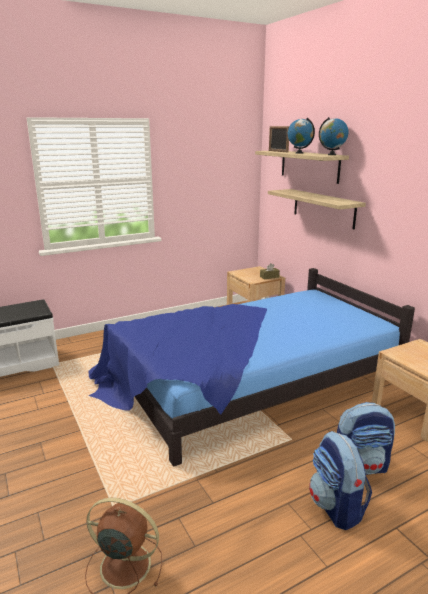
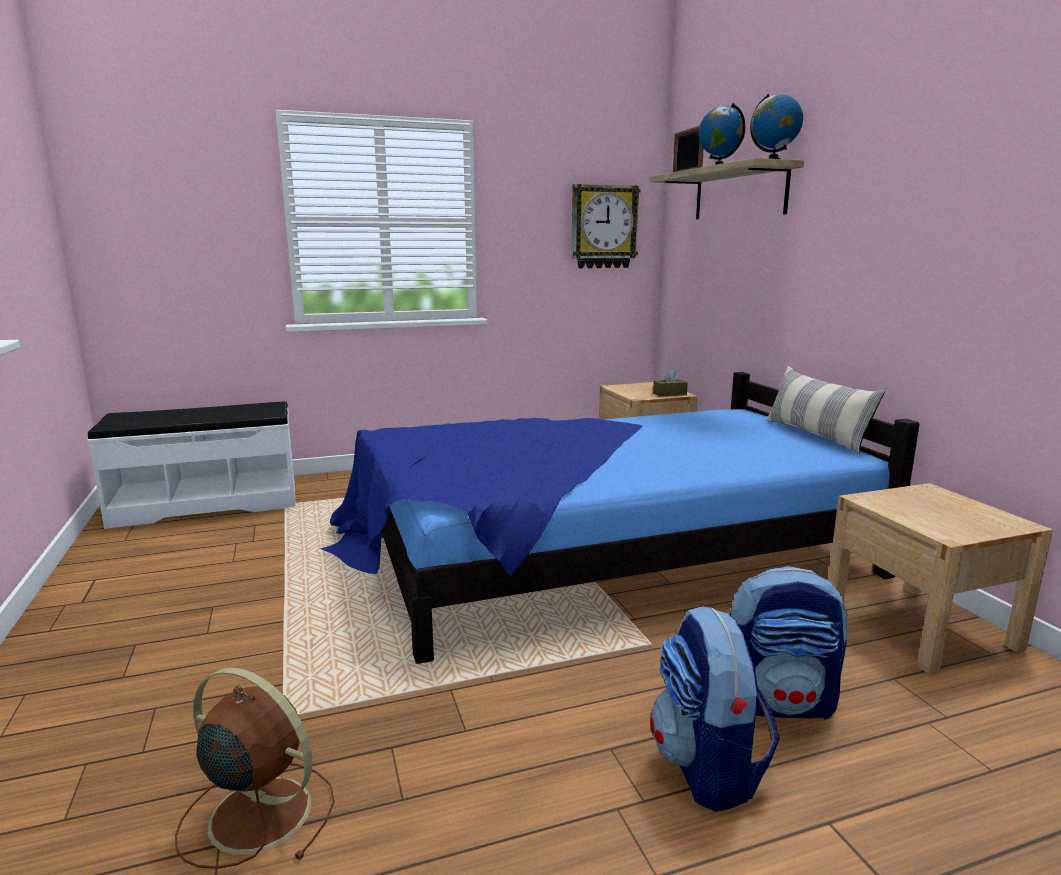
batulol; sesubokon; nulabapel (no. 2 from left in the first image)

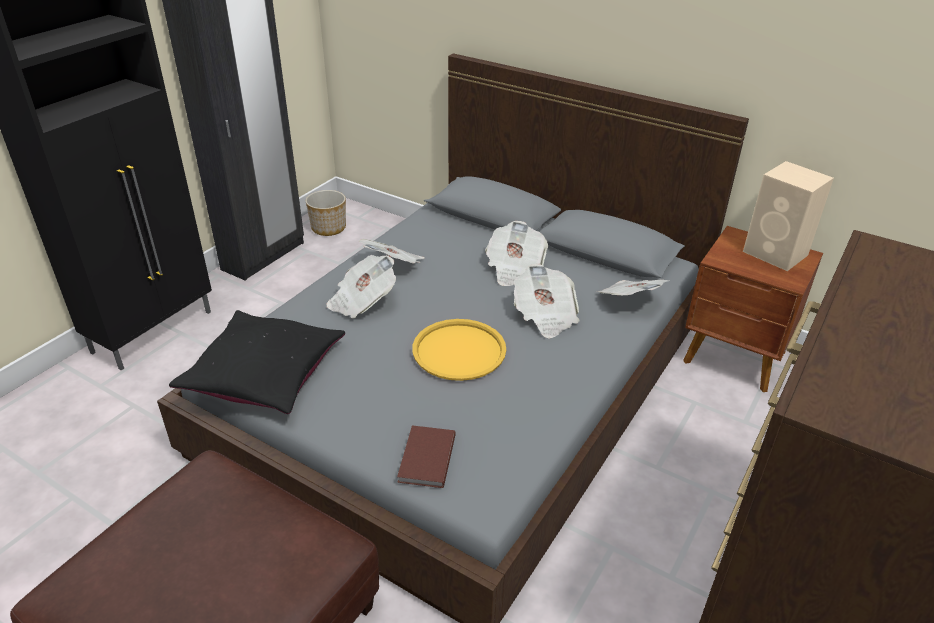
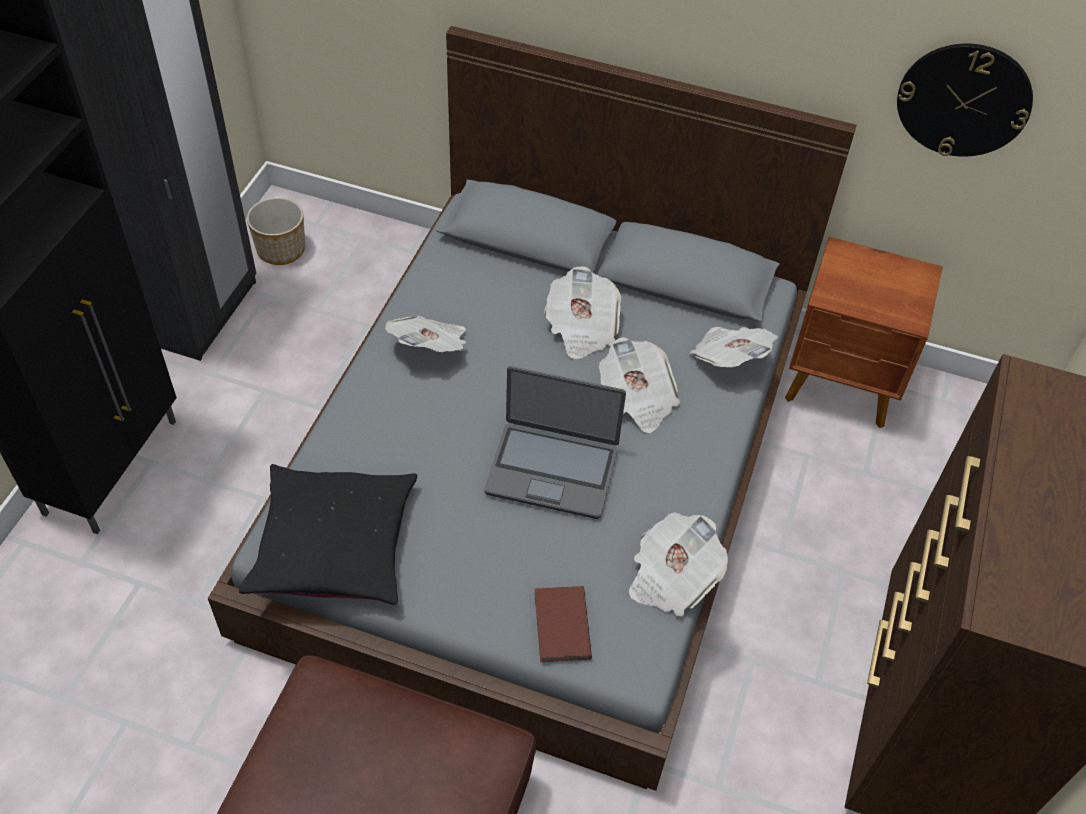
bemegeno; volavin (no. 4 from left); batulol; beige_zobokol

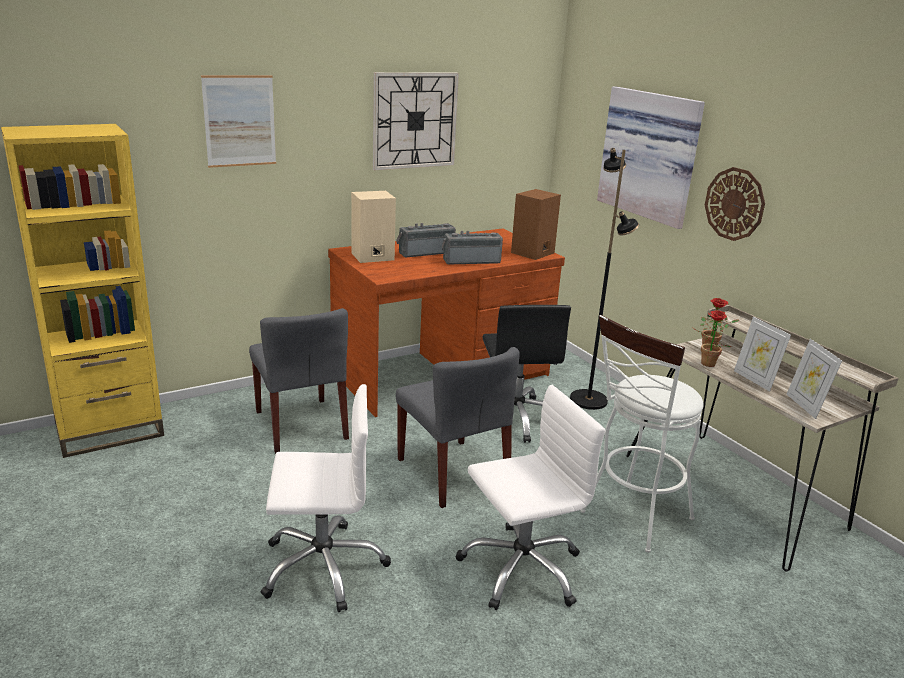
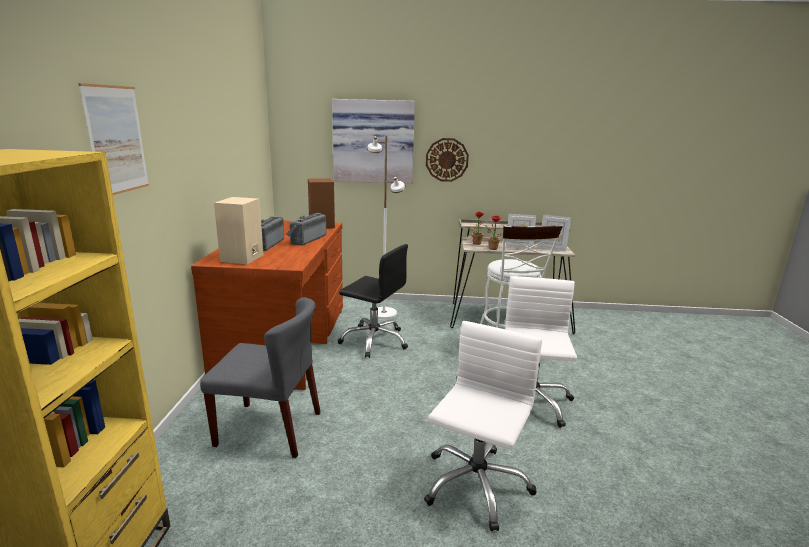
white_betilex; batulol (no. 1 from left in the first image); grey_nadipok (no. 2 from left in the first image)

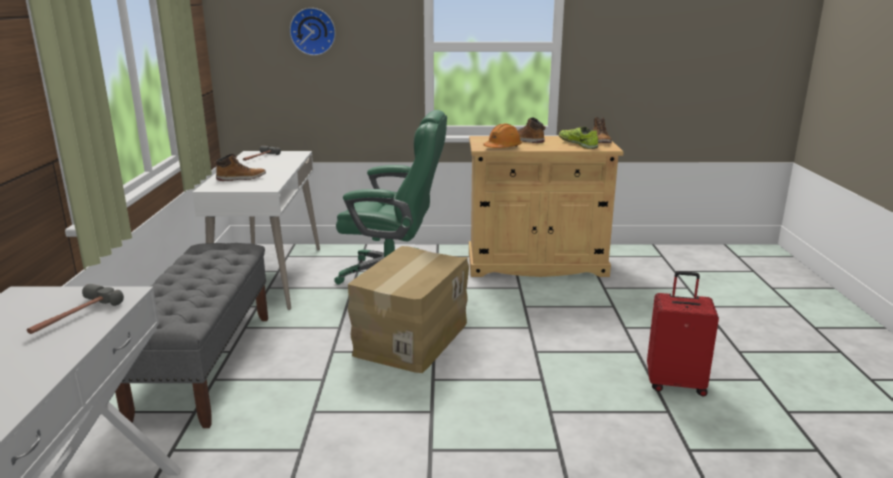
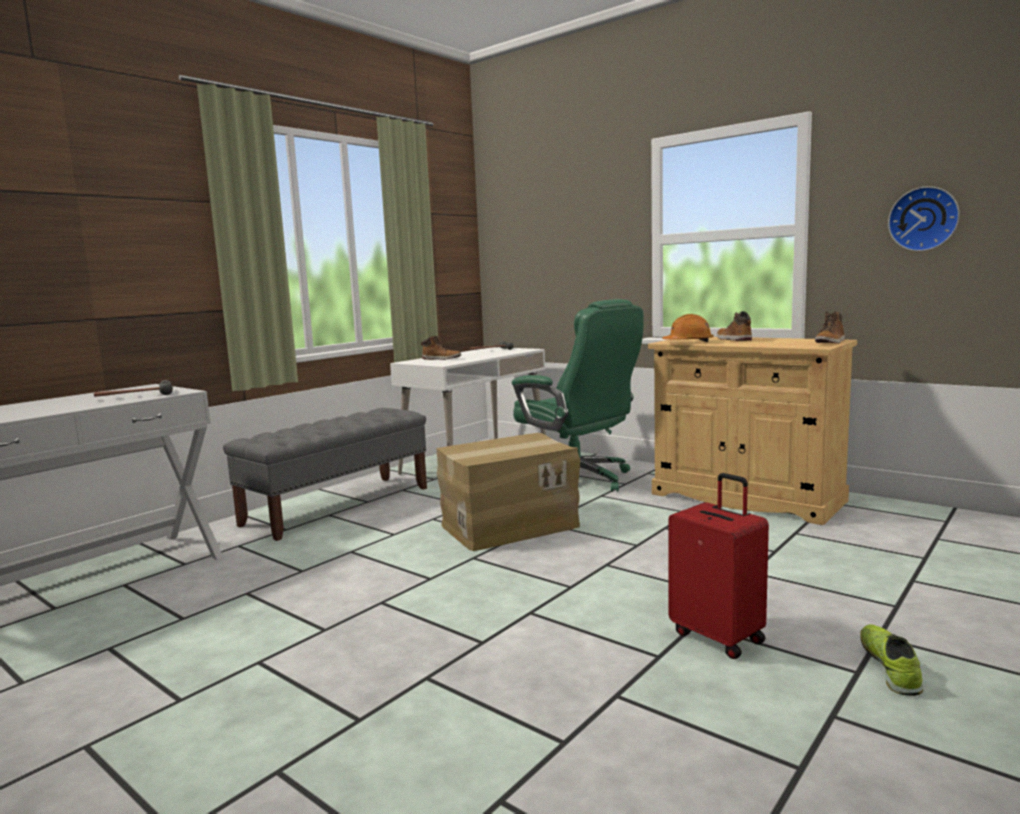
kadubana; batulol

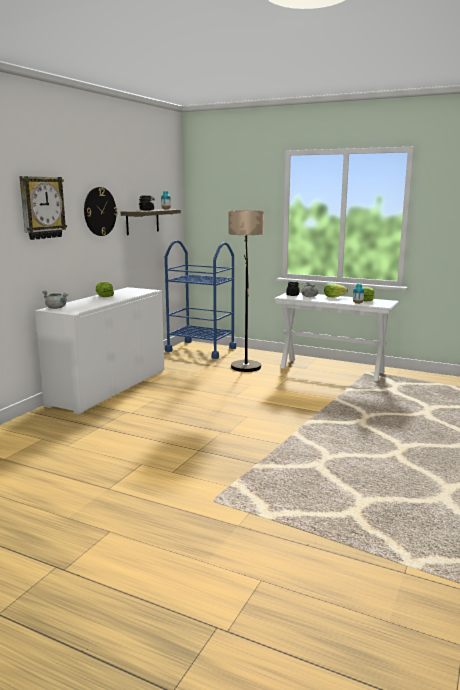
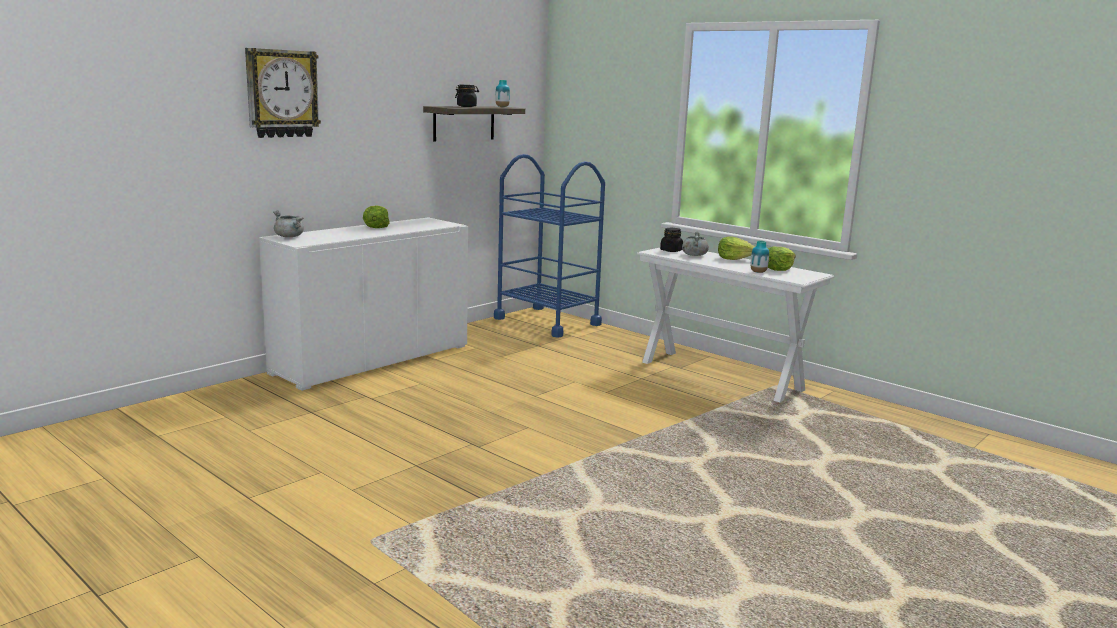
batulol (no. 2 from left in the first image); betilex

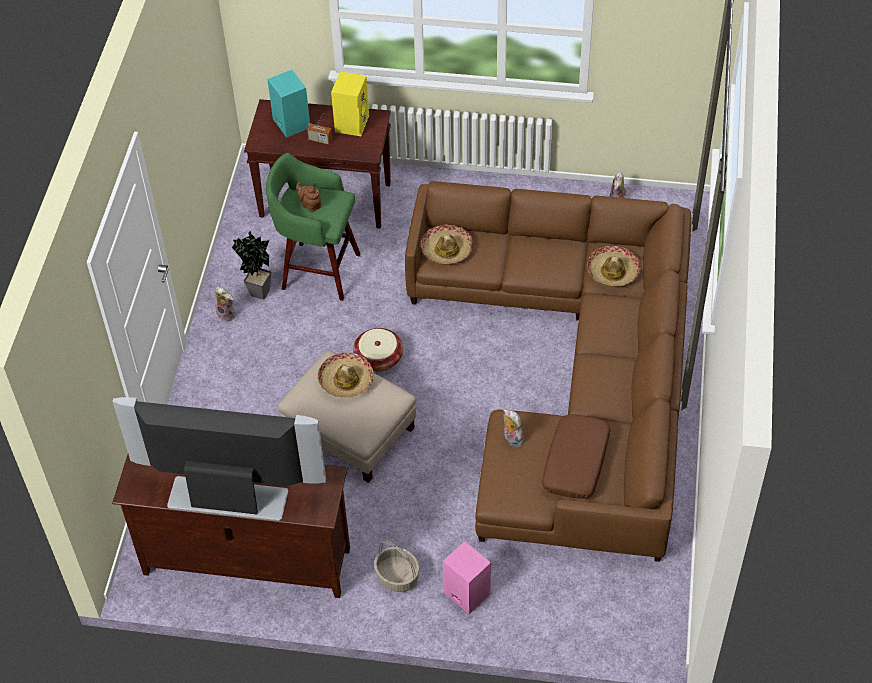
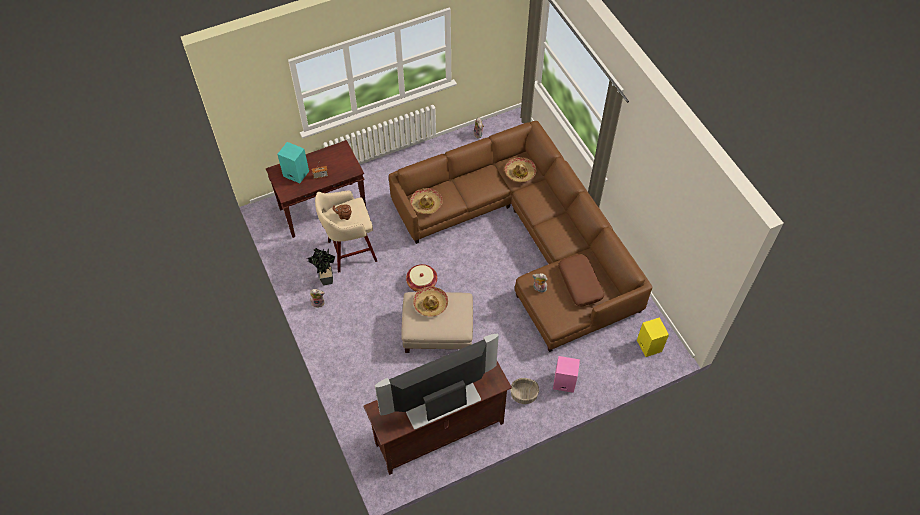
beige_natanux; yellow_zobokol

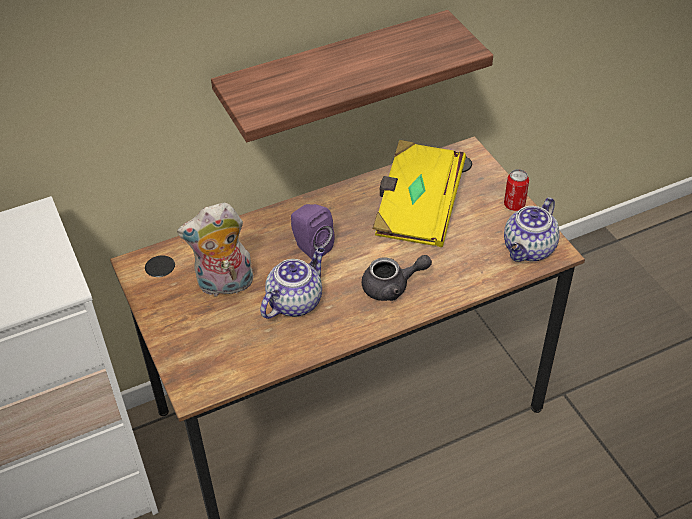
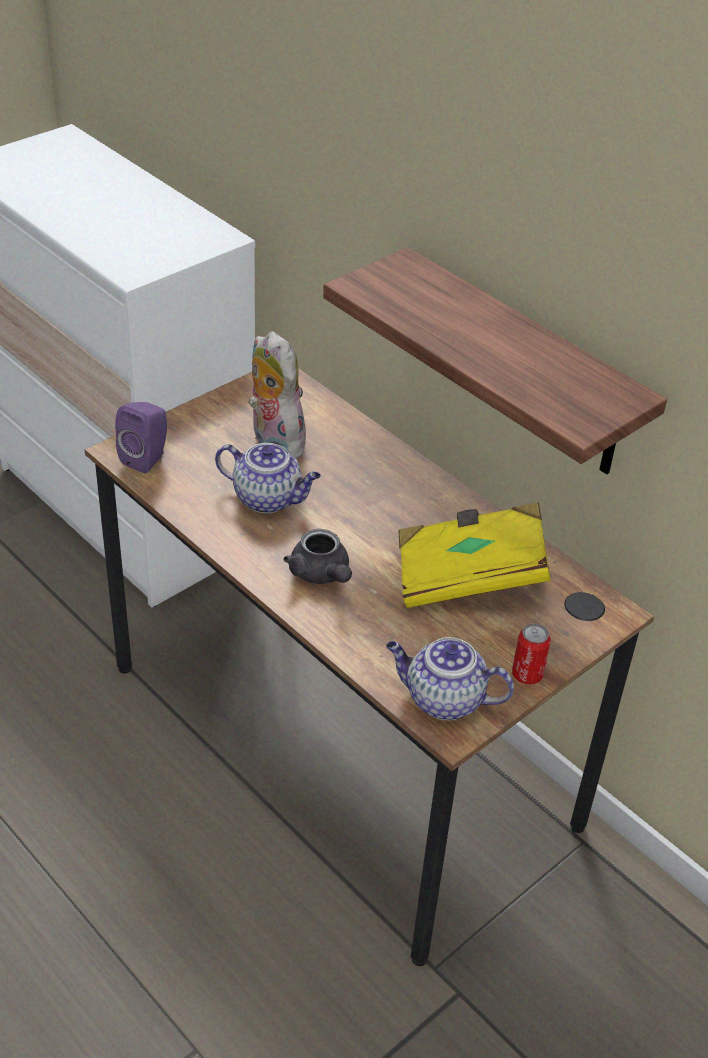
purple_zobokol

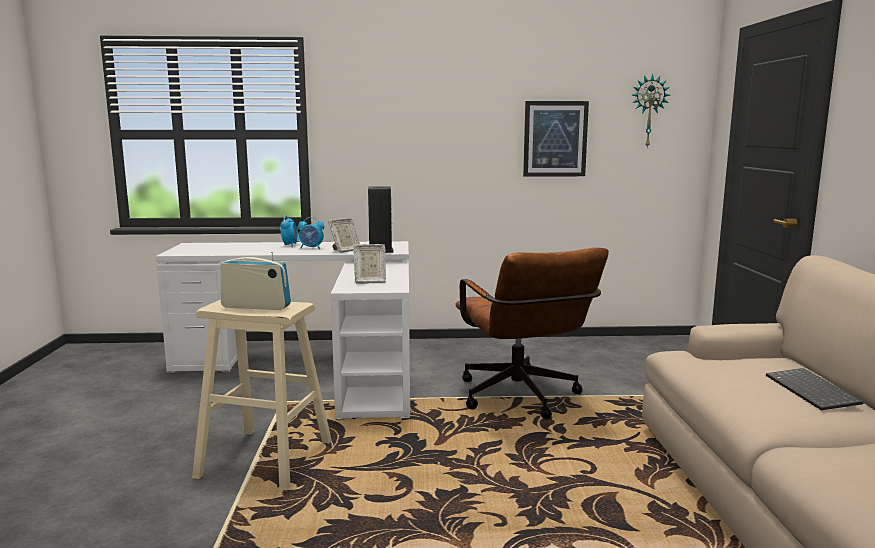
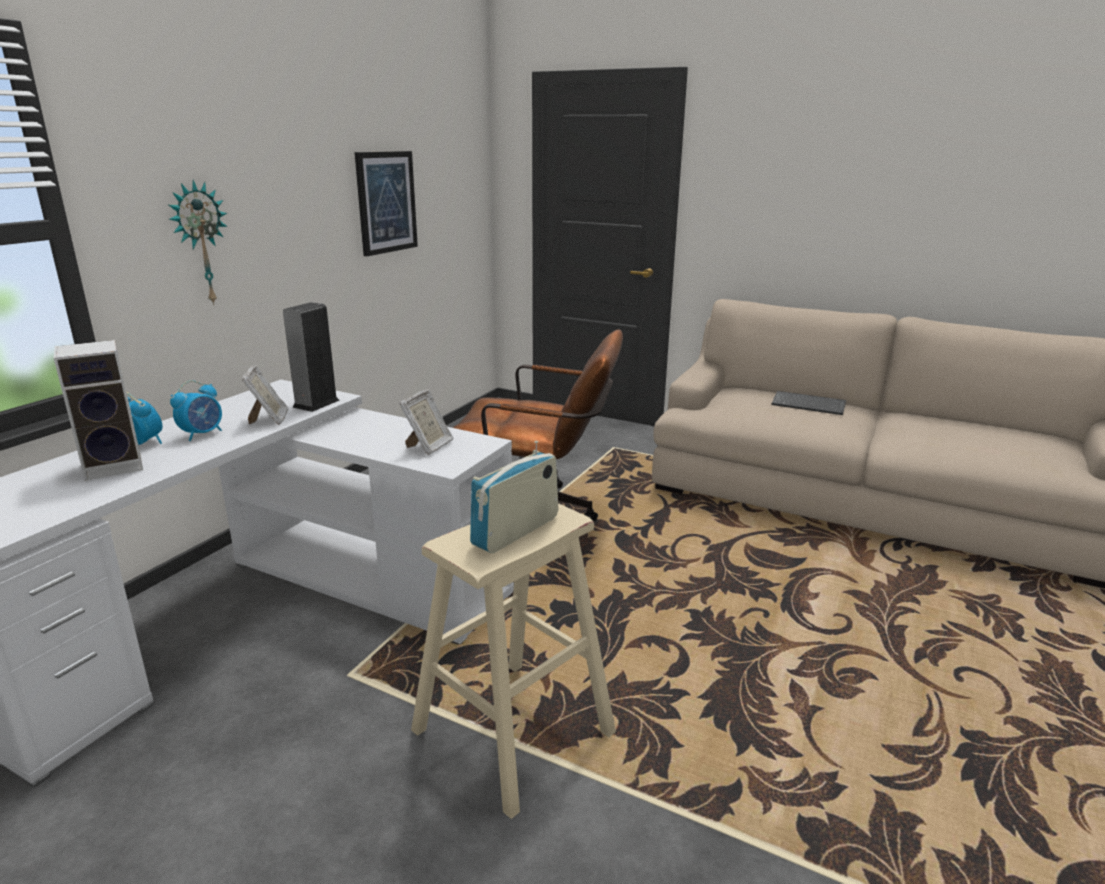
zobokol (no. 1 from left); batulol

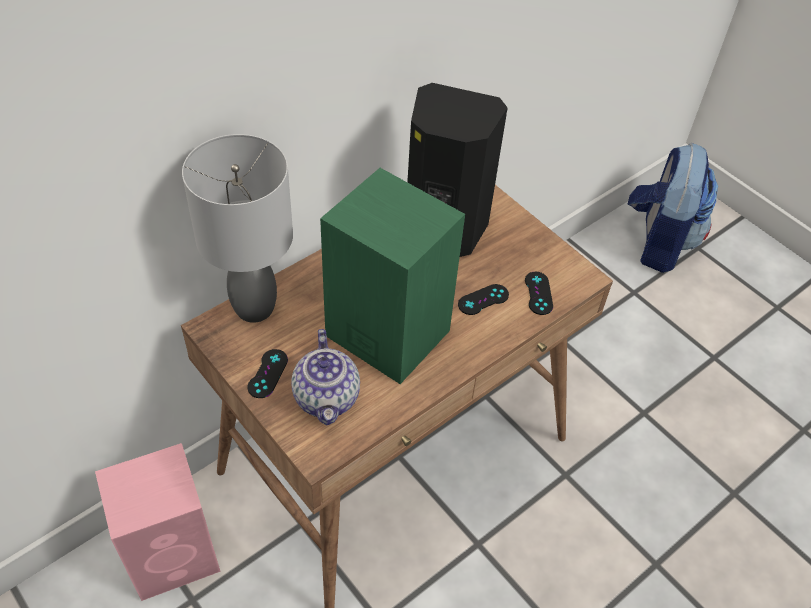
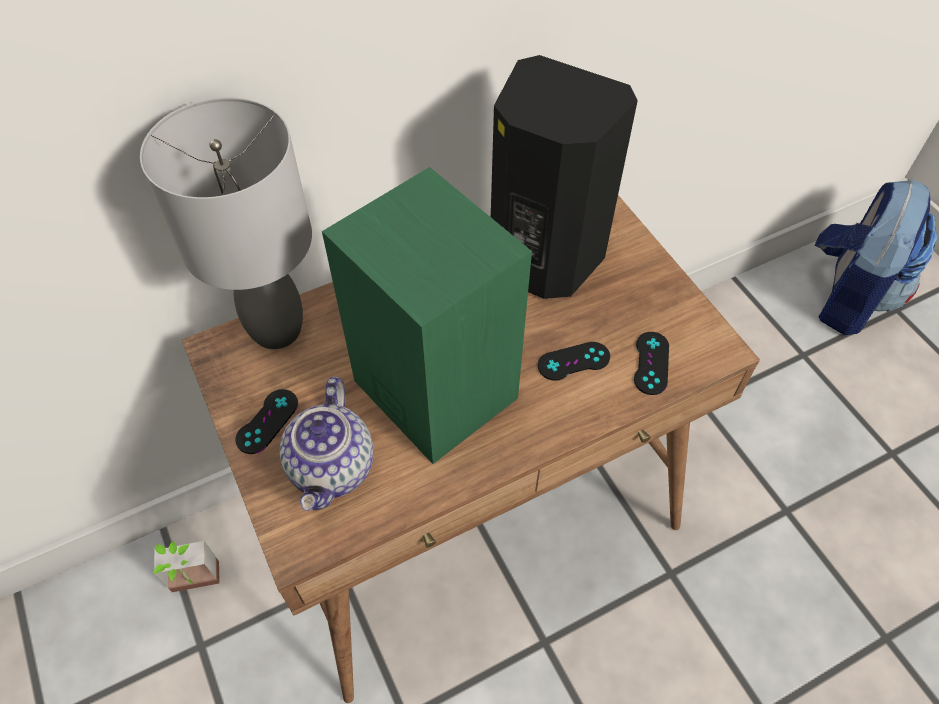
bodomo

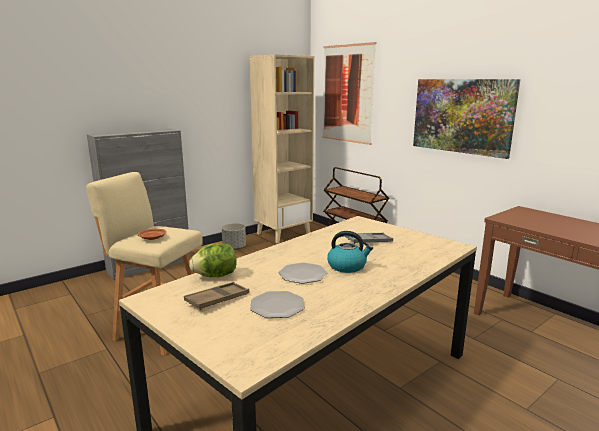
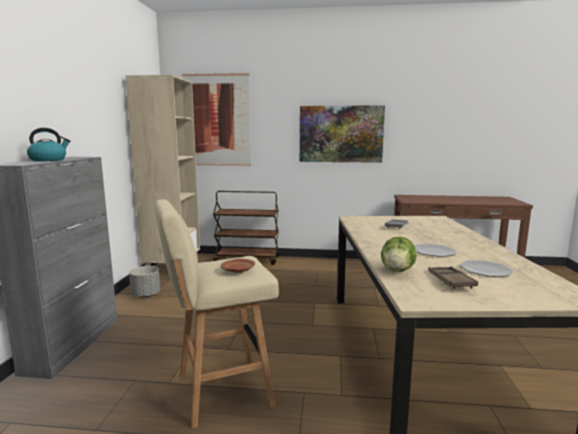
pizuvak

